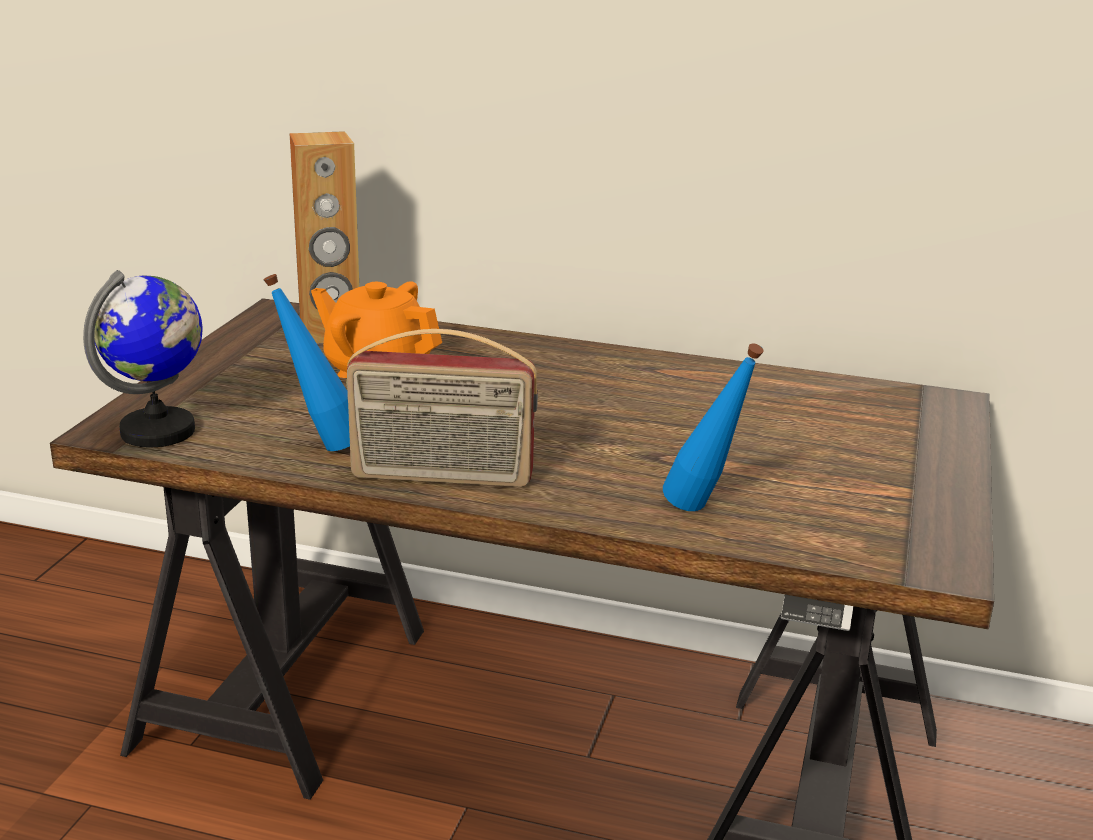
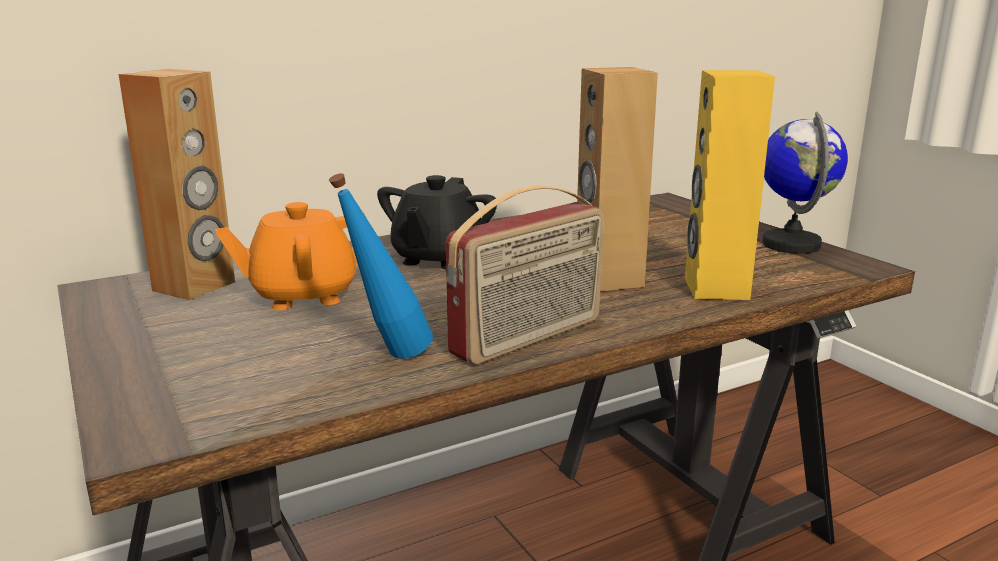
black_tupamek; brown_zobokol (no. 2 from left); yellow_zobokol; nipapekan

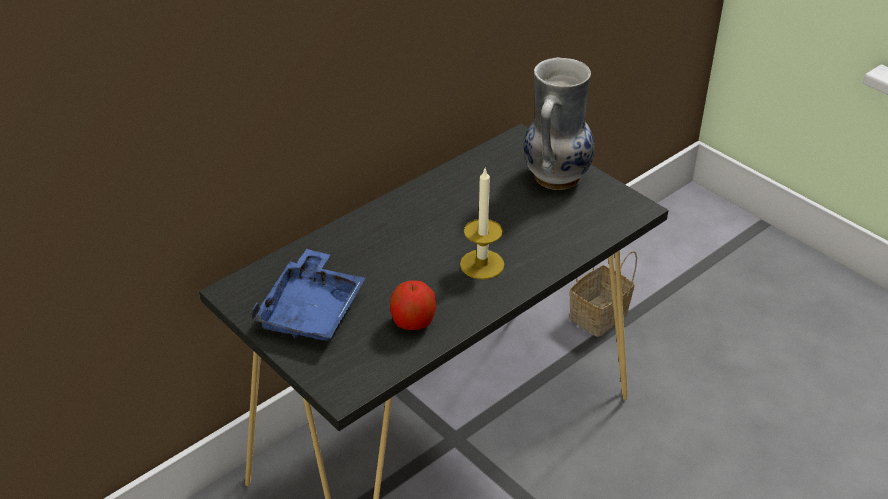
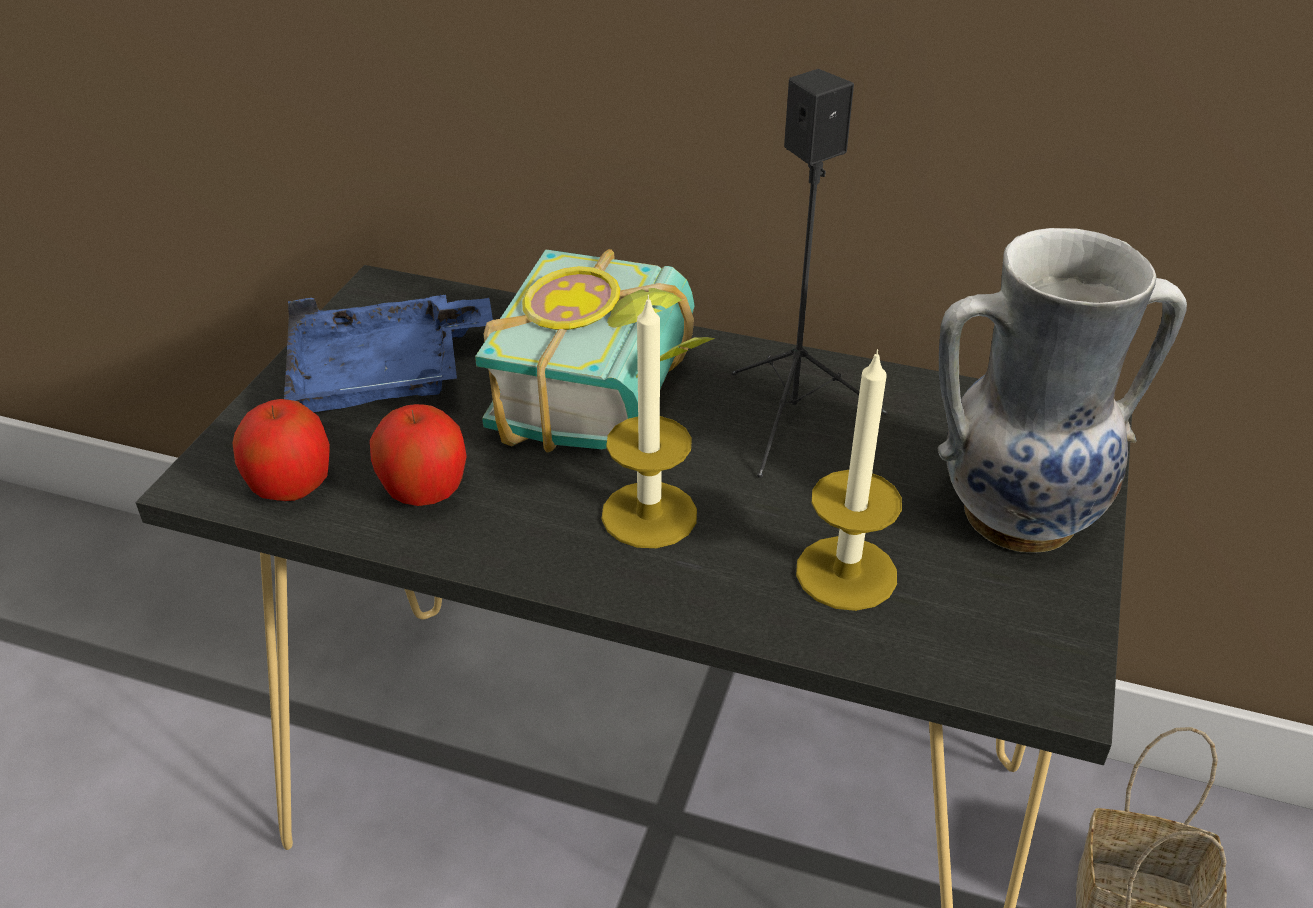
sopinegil (no. 1 from left); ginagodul; black_zobokol; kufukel (no. 2 from left)

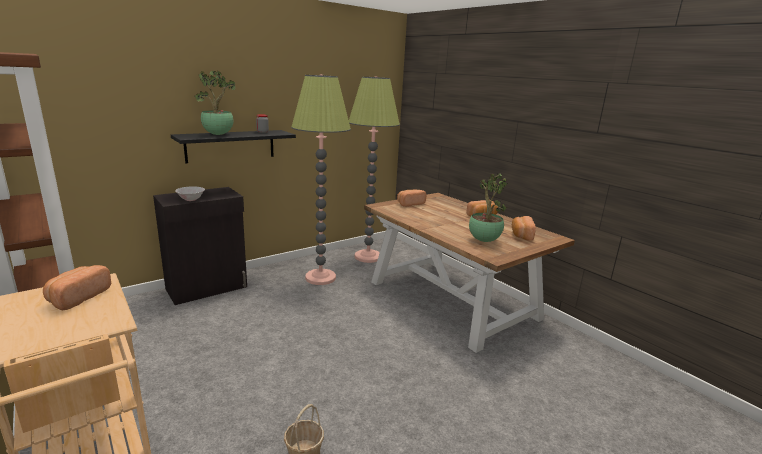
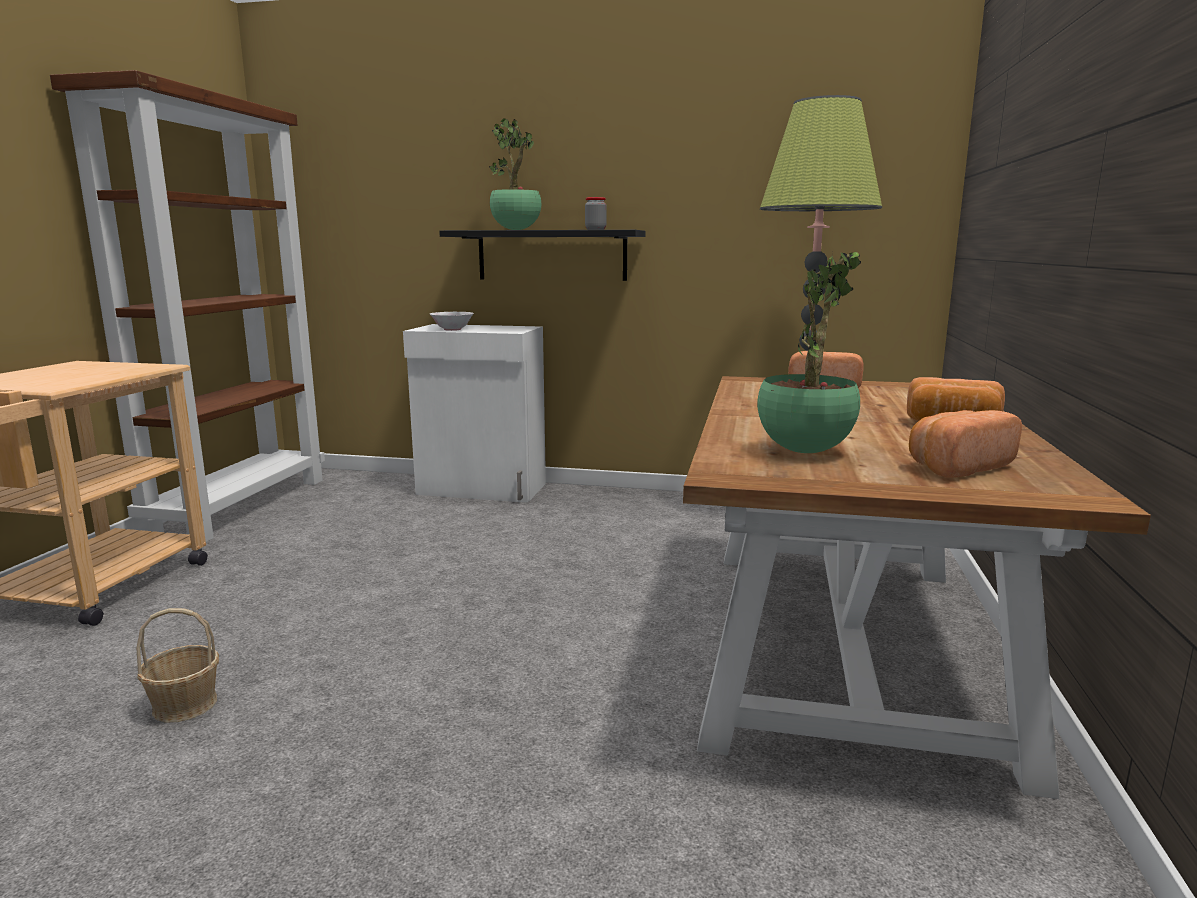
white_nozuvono; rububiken (no. 1 from left in the first image); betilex (no. 1 from left in the first image)

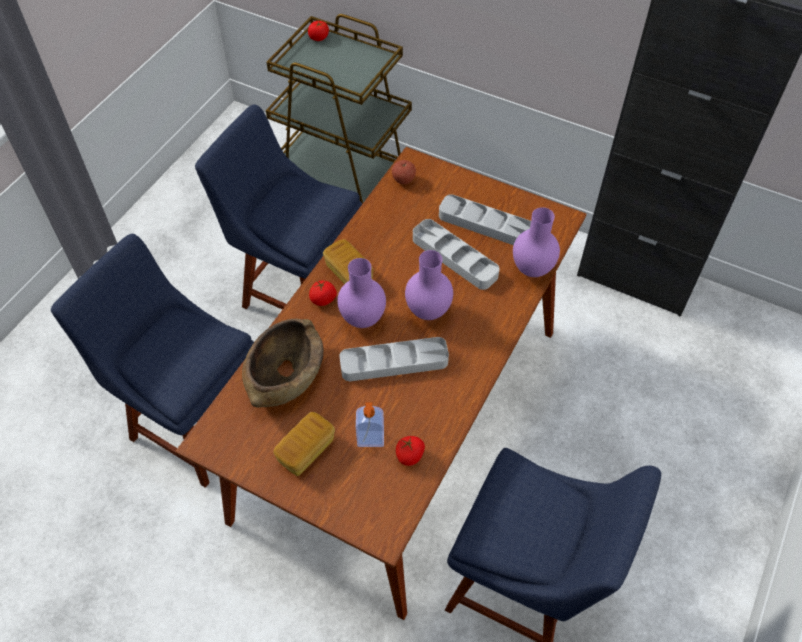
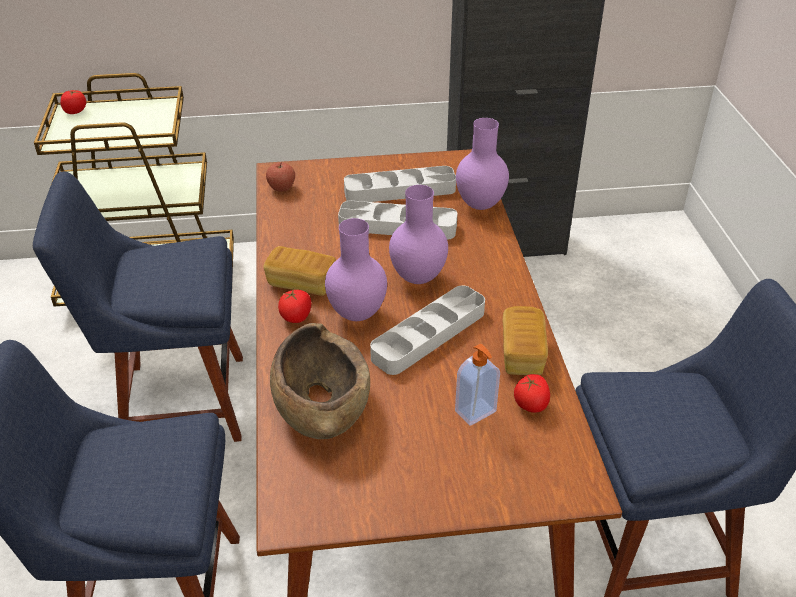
rububiken (no. 2 from left)

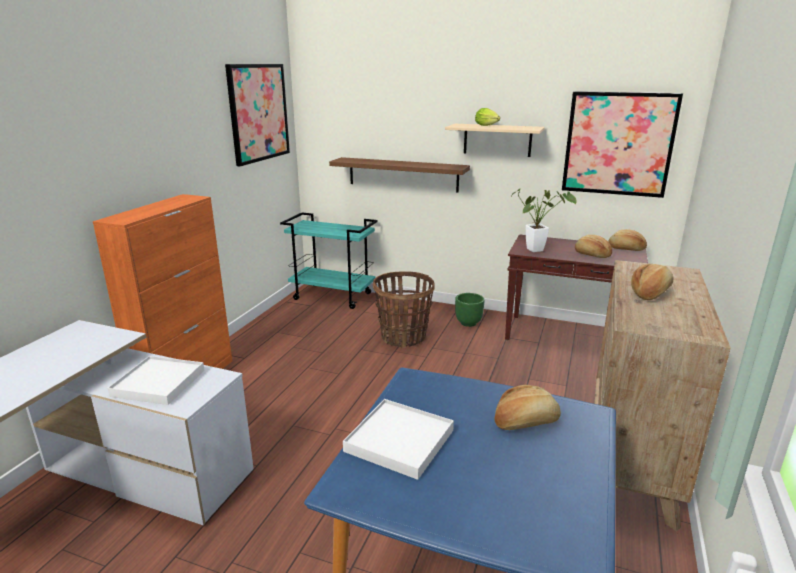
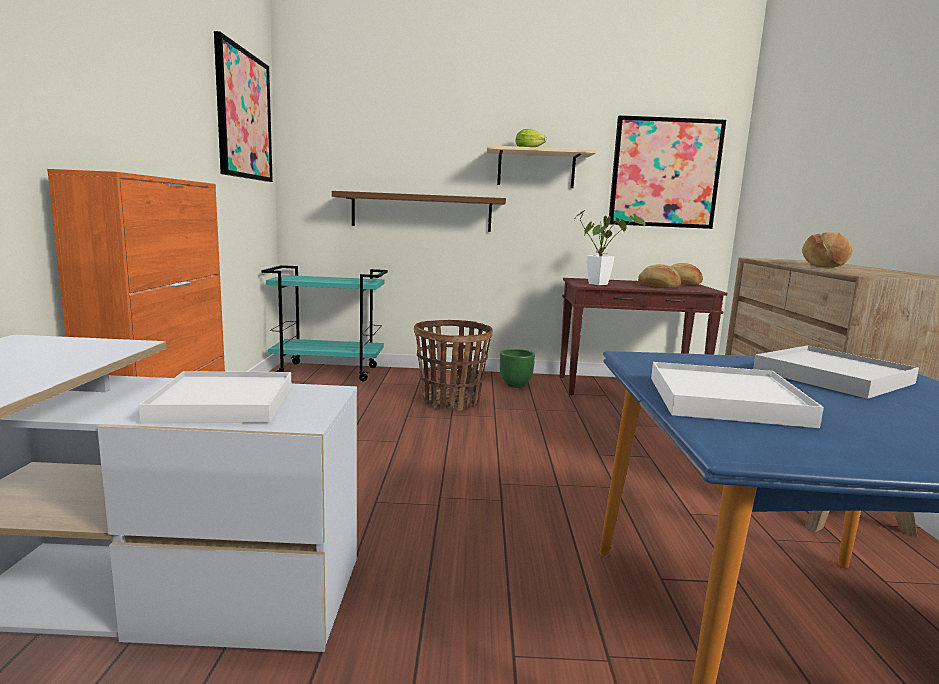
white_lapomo (no. 3 from left)

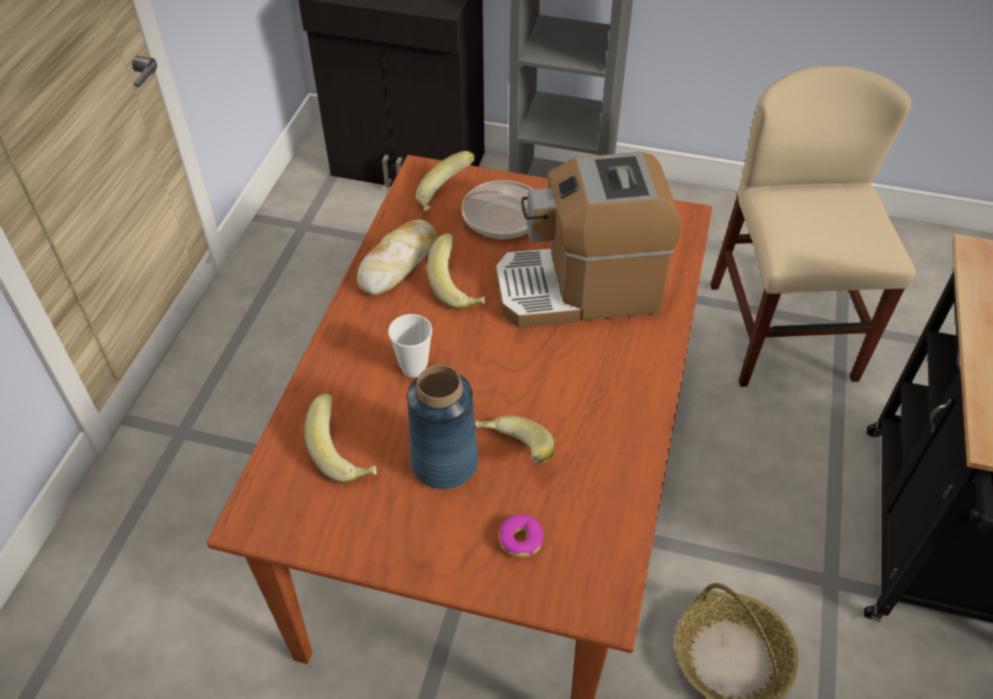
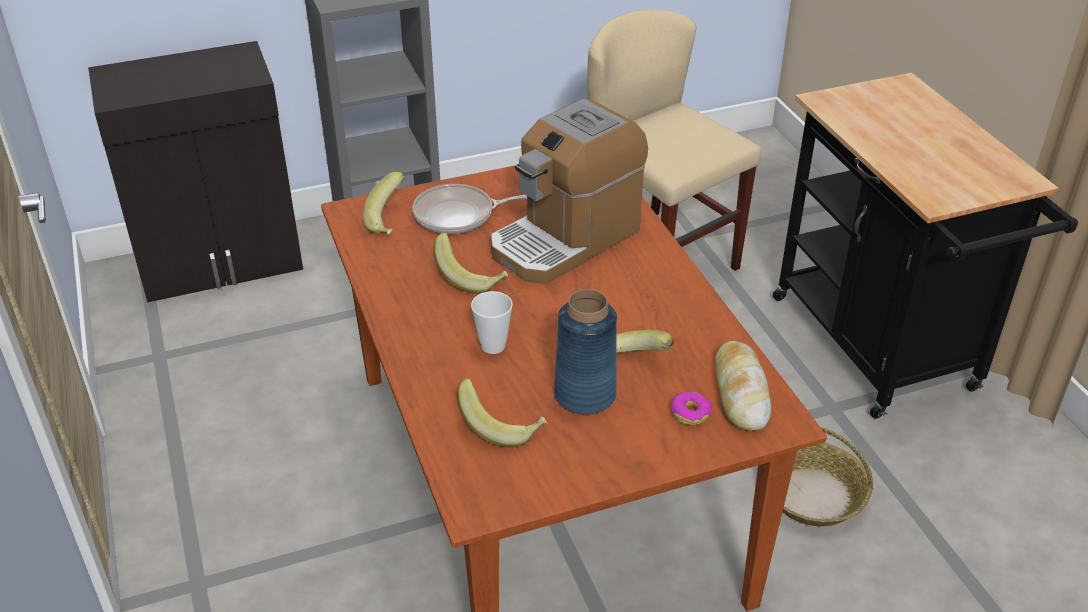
rububiken

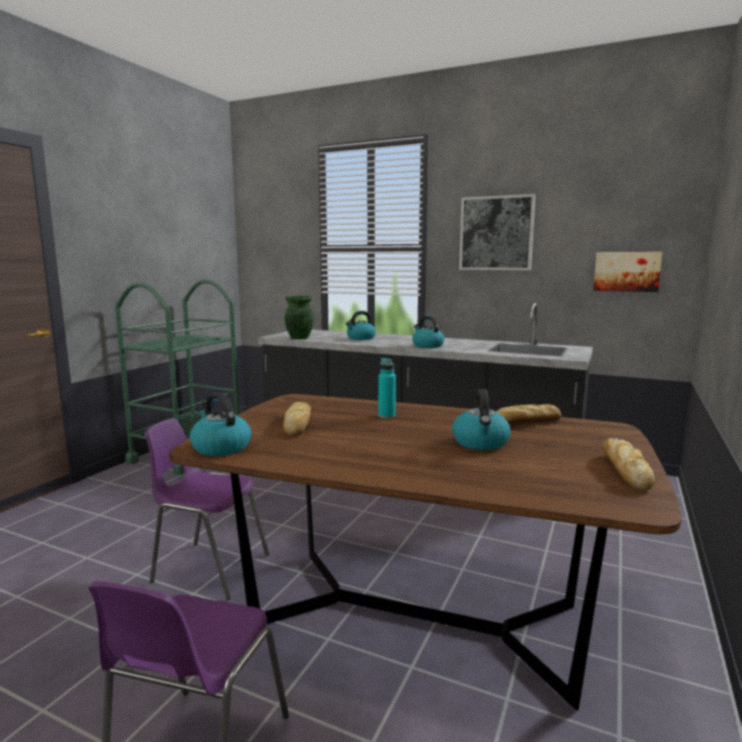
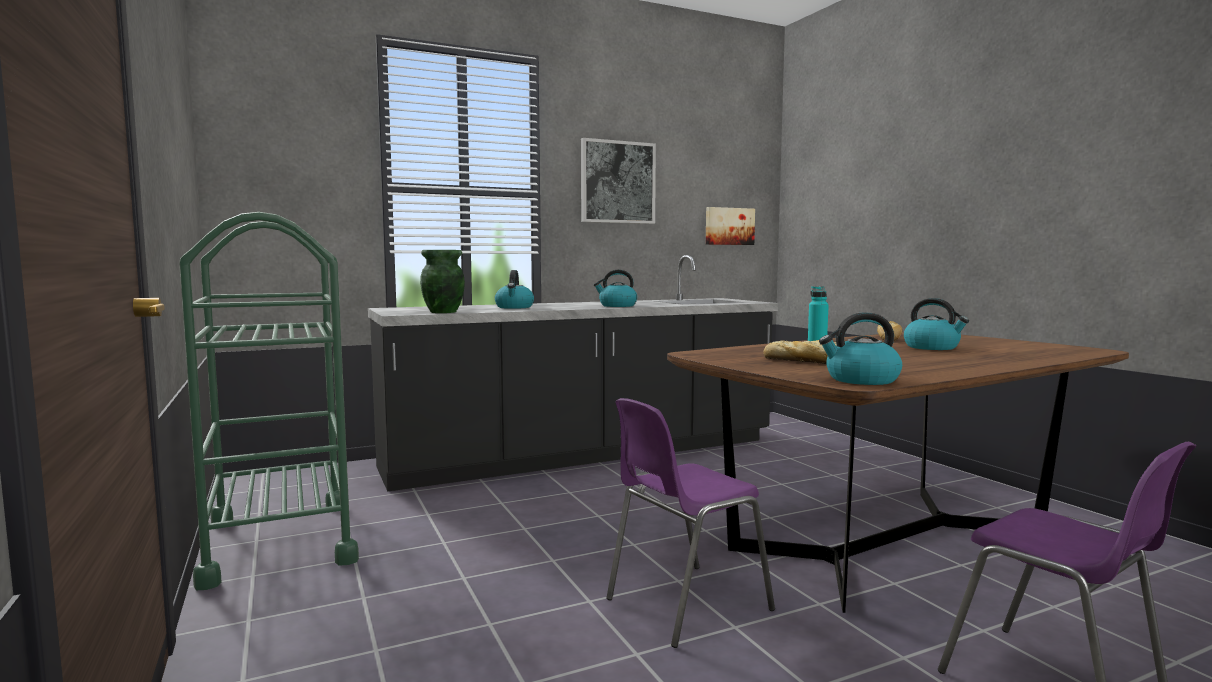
rububiken (no. 3 from left in the first image)

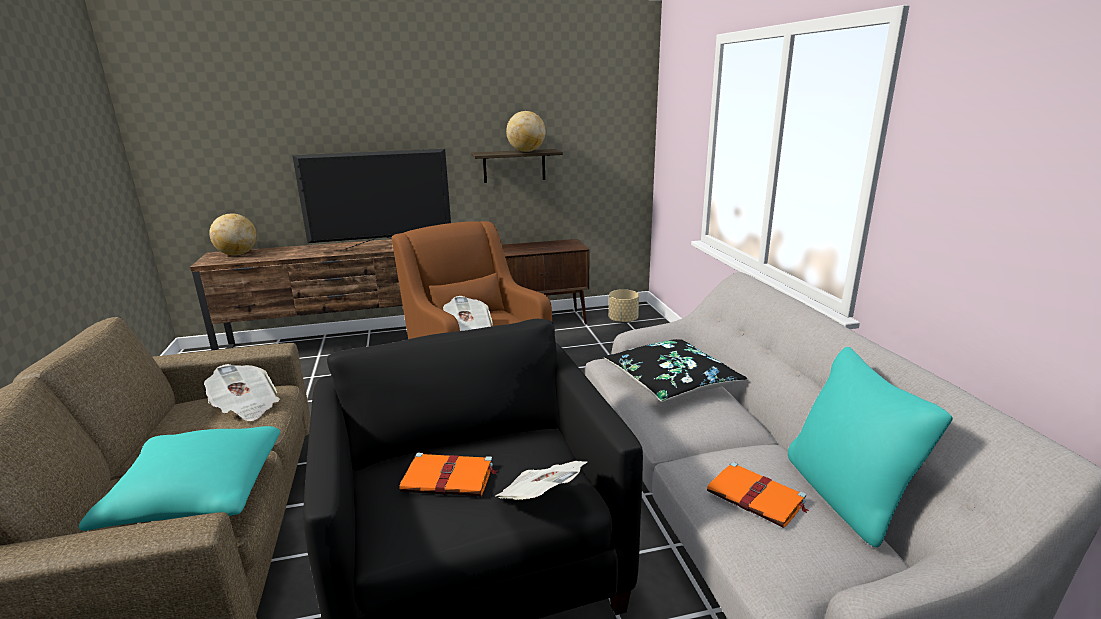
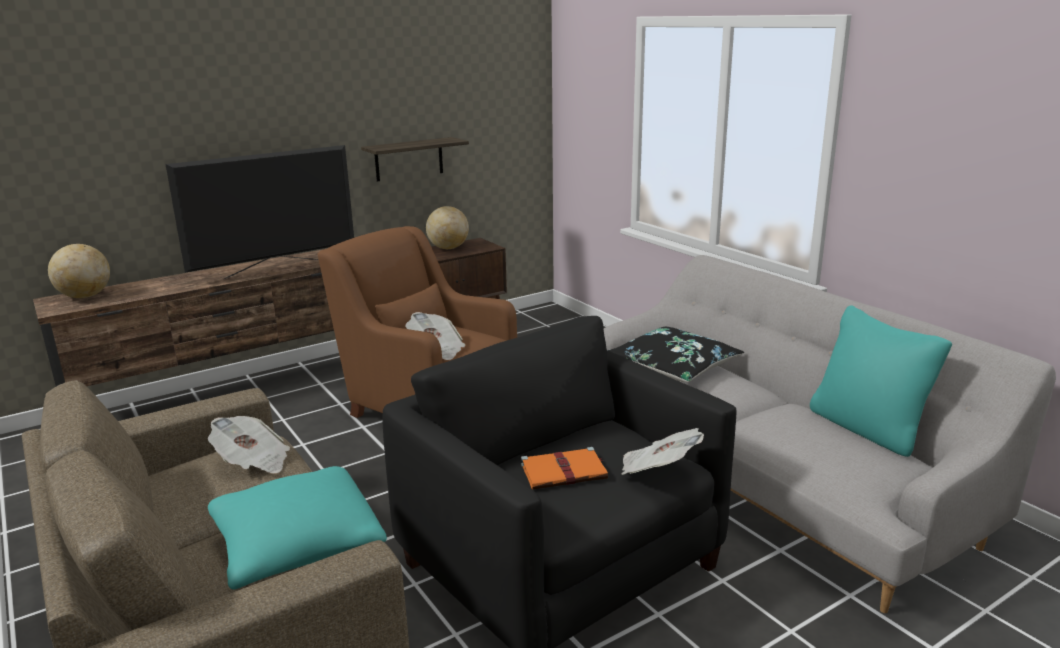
nipapekan (no. 2 from left); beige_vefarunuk; orange_ginagodul (no. 2 from left in the first image)

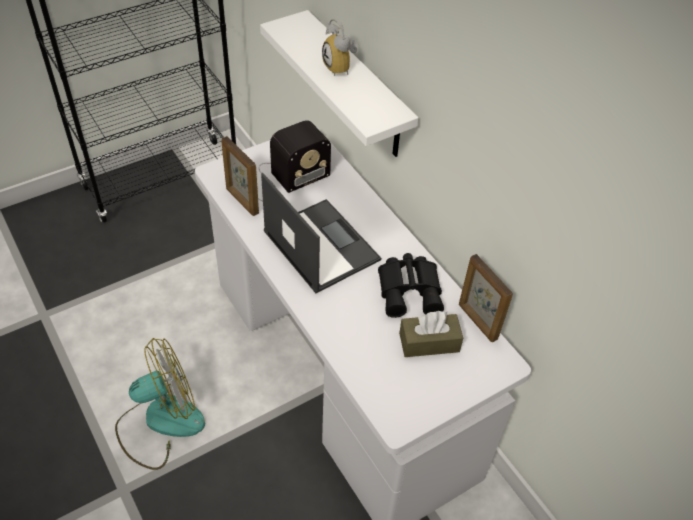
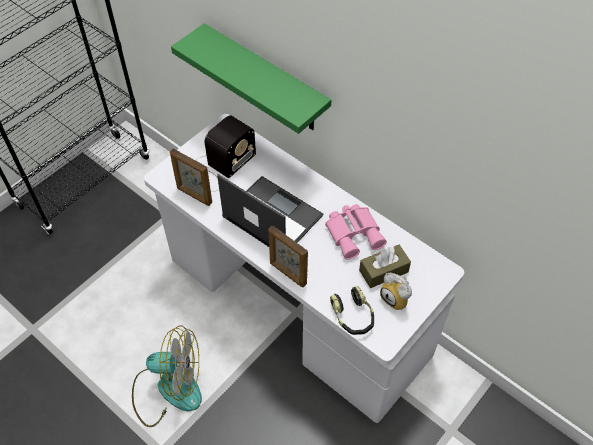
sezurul; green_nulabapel; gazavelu (no. 2 from left); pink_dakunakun; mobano; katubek

